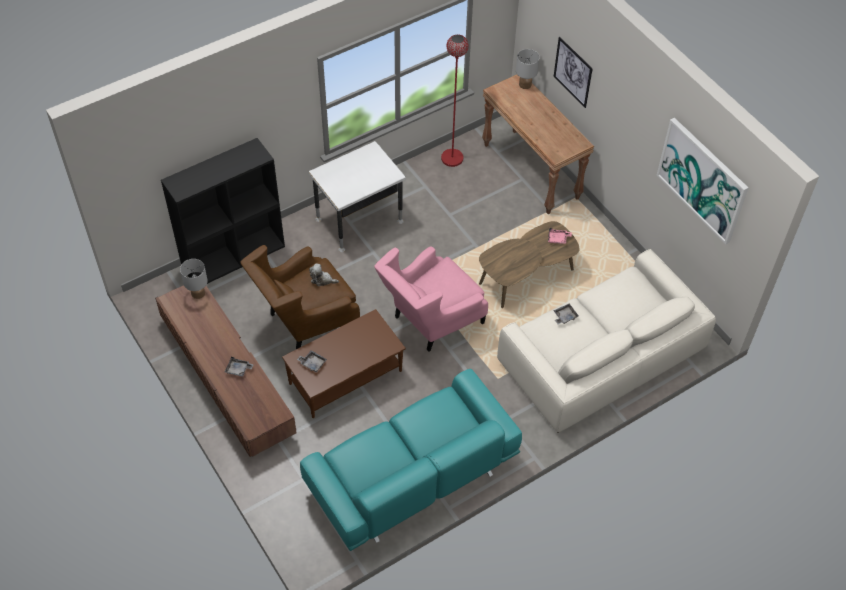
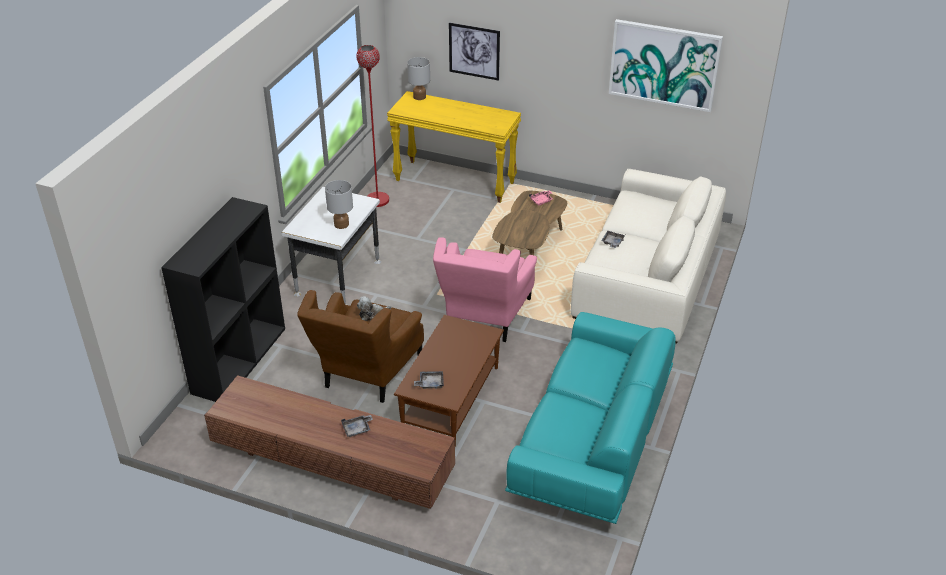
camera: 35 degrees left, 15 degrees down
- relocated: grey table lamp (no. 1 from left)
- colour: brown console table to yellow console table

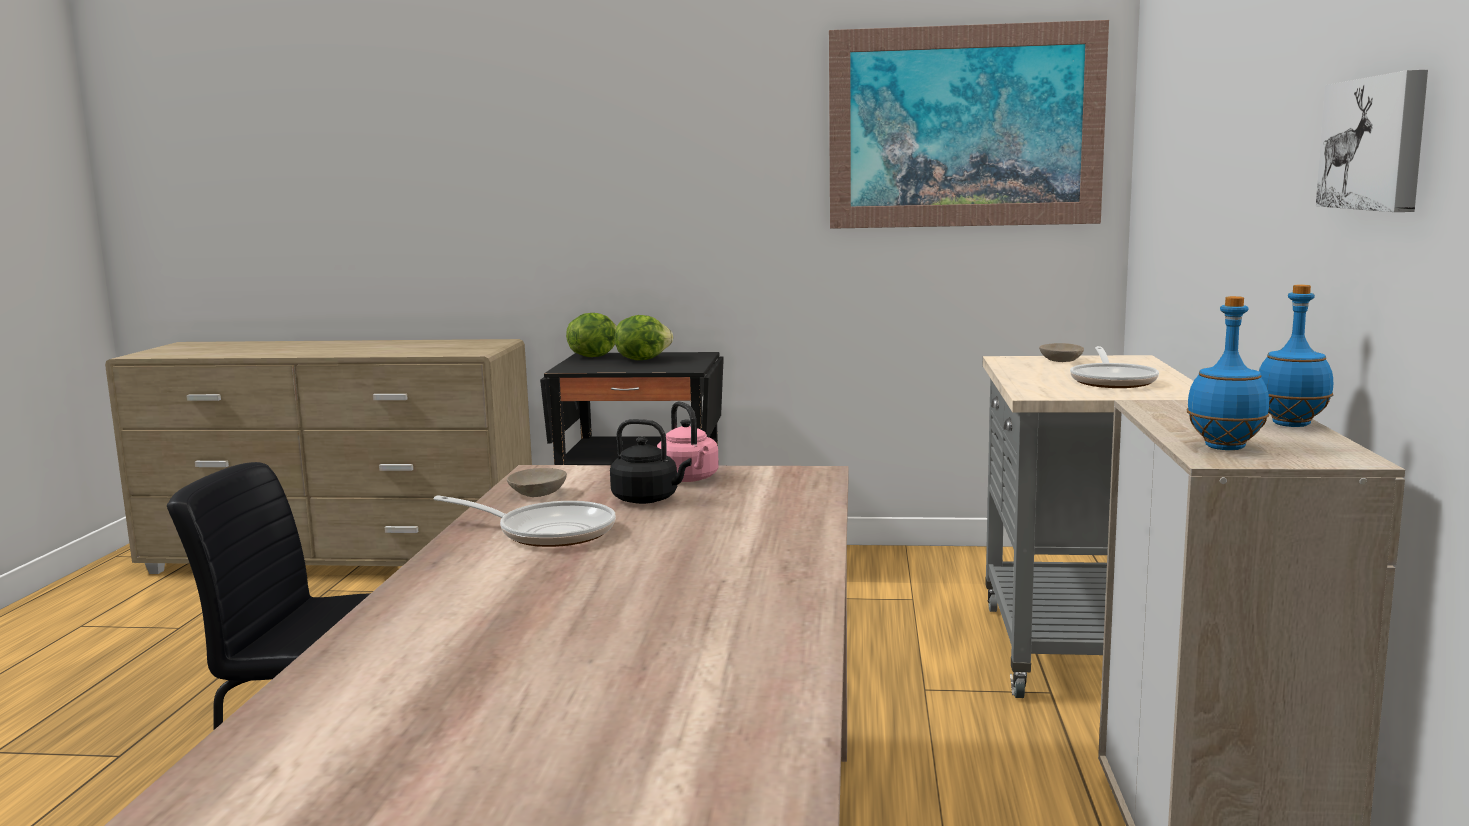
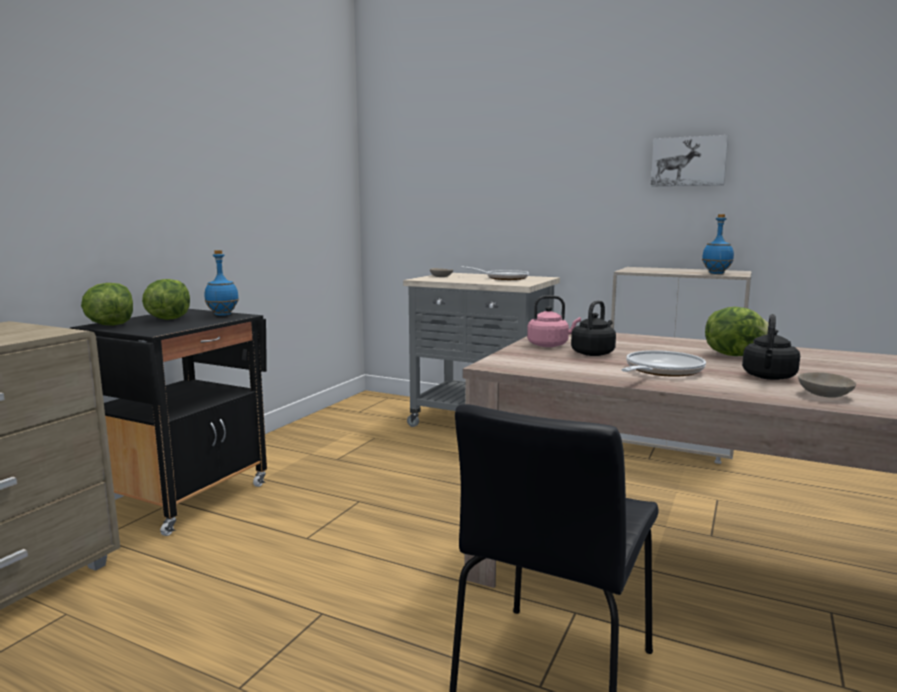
camera: 70 degrees left, 0 degrees up
- relocated: blue bottle (no. 2 from left in the first image) to blue bottle (no. 1 from left)
- appeared: lettuce (no. 3 from left)
- appeared: black kettle (no. 2 from left)
- relocated: beige bowl (no. 1 from left in the first image) to beige bowl (no. 2 from left)
- missing: picture (no. 1 from left)

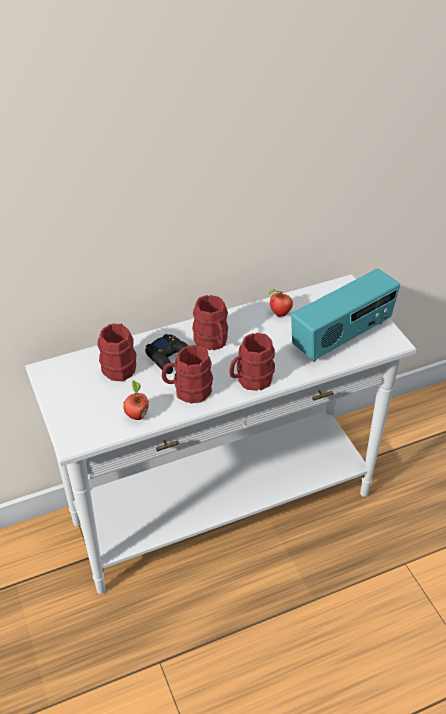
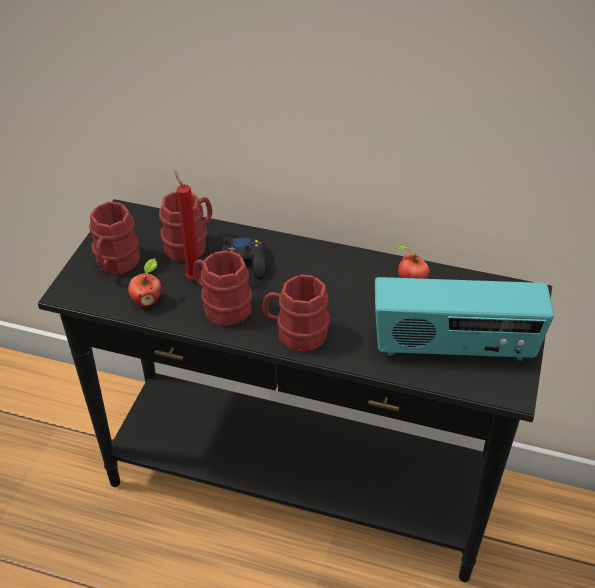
camera: 40 degrees right, 0 degrees up
- colour: white console table to black console table
- relocated: red mug (no. 3 from left in the first image) to red mug (no. 1 from left)
- appeared: red candle

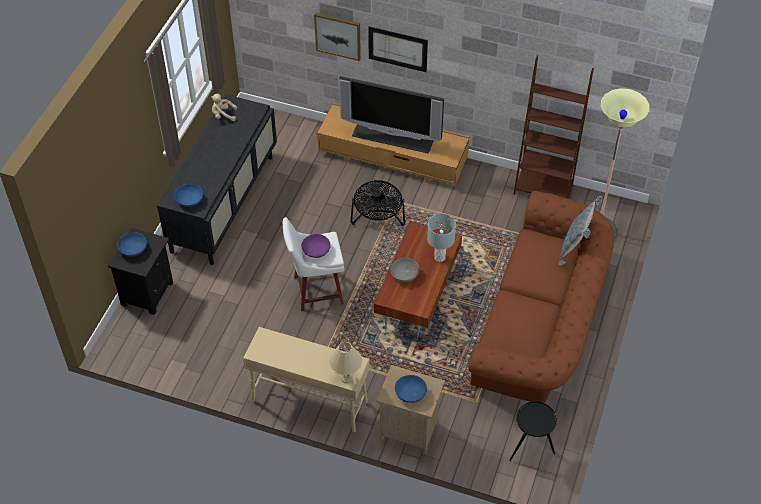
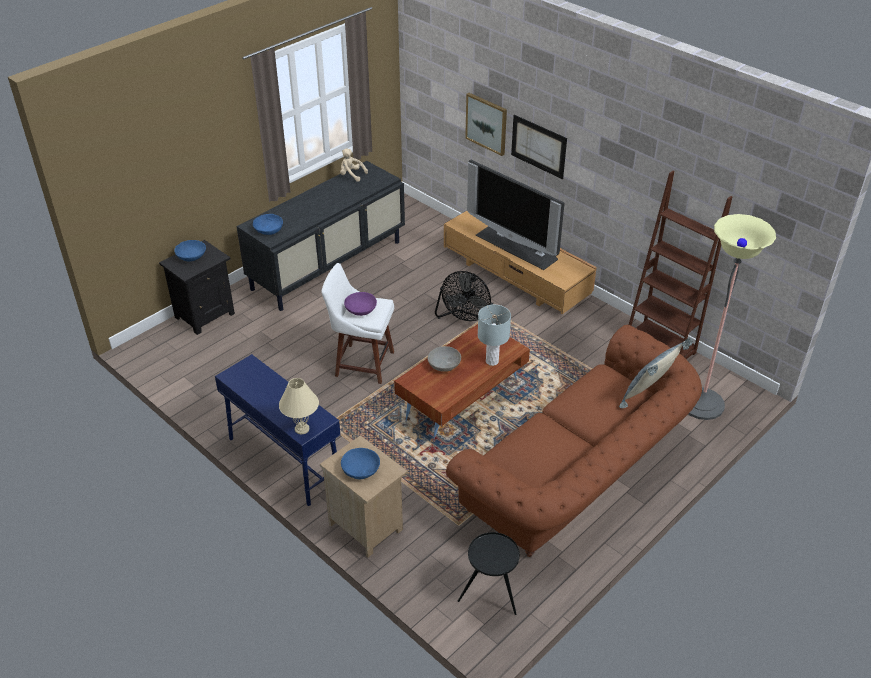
camera: 25 degrees right, 10 degrees down
- colour: beige console table to blue console table

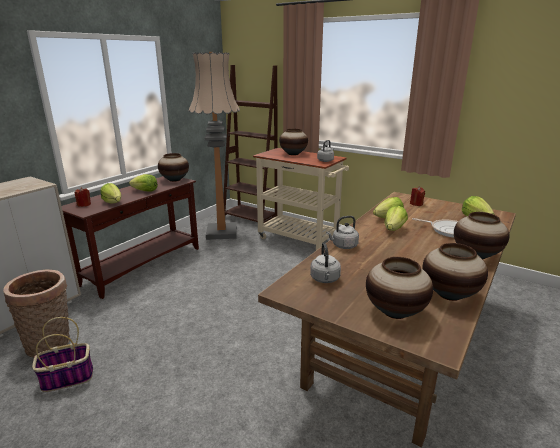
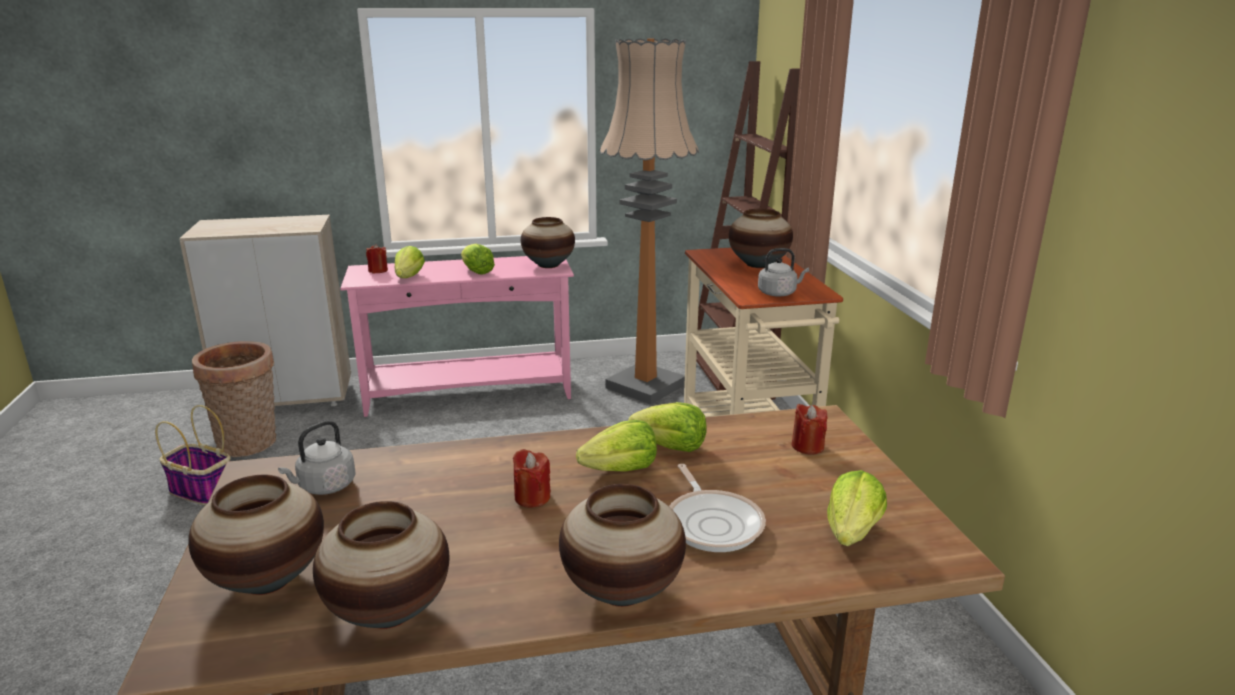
camera: 45 degrees right, 0 degrees up
- colour: brown console table to pink console table
- appeared: red candle (no. 2 from left)
- missing: grey kettle (no. 3 from left)

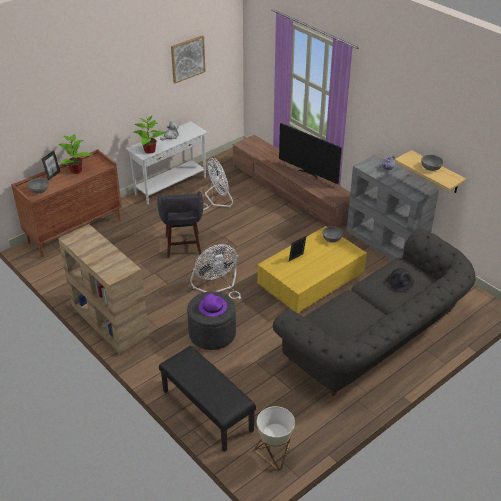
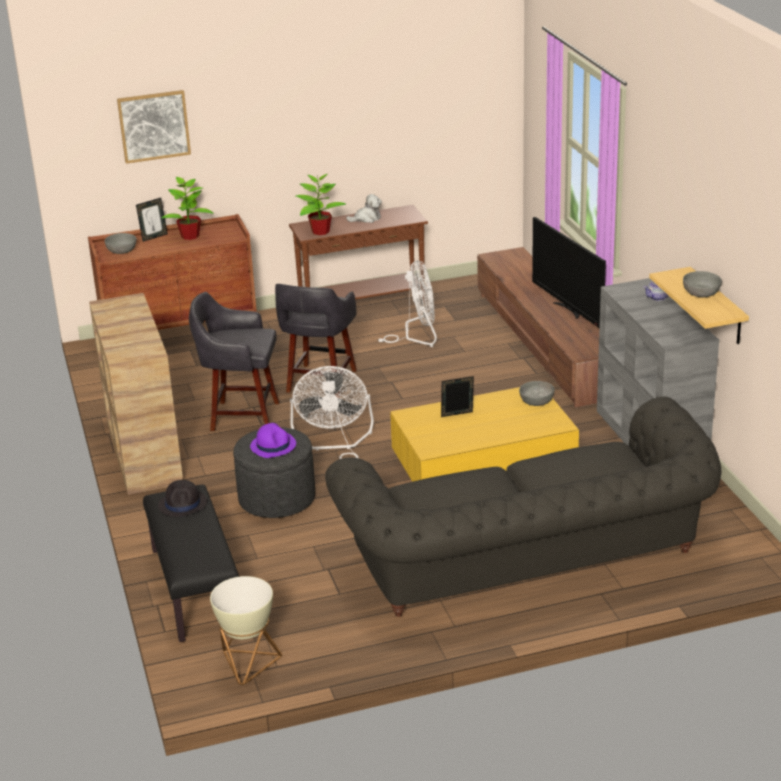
camera: 25 degrees right, 10 degrees down
- relocated: picture
- relocated: black hat
- appeared: grey stool (no. 1 from left)
- colour: white console table to brown console table

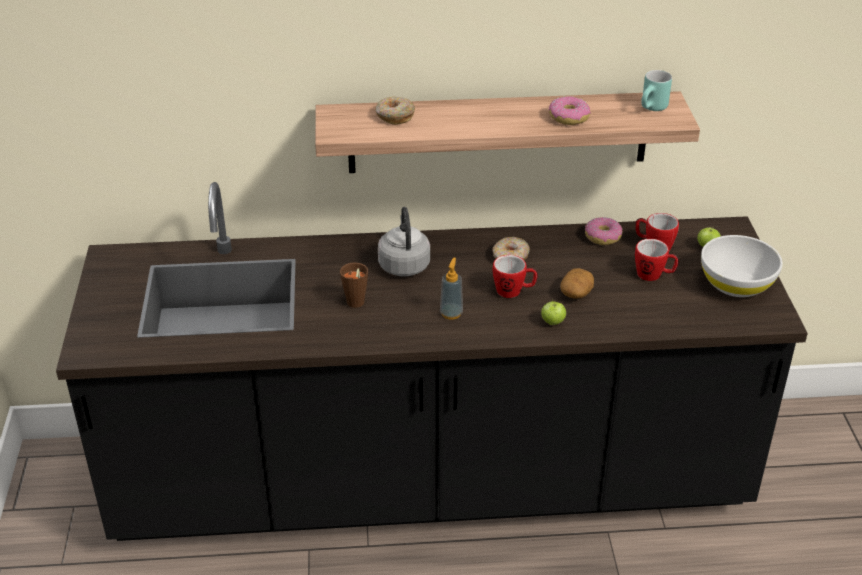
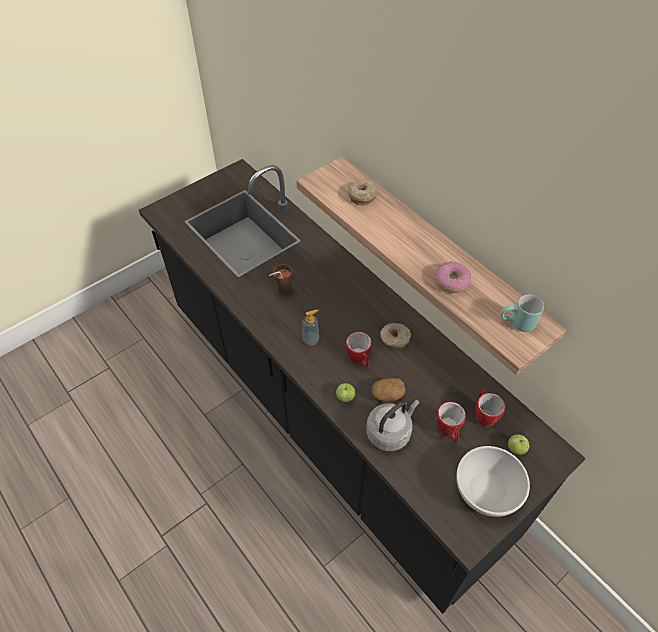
camera: 55 degrees right, 15 degrees up
- relocated: grey kettle
- missing: donut (no. 4 from left)

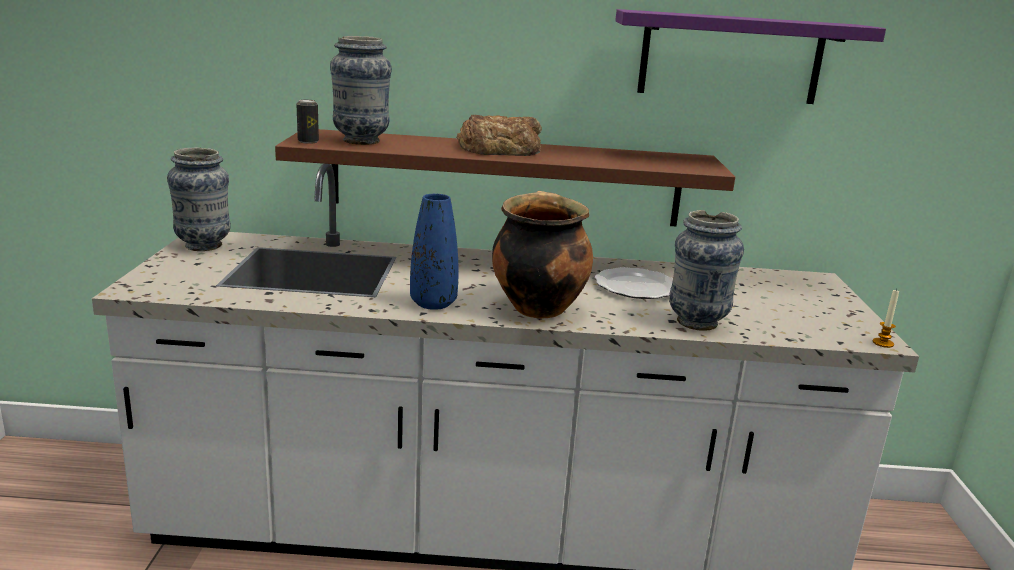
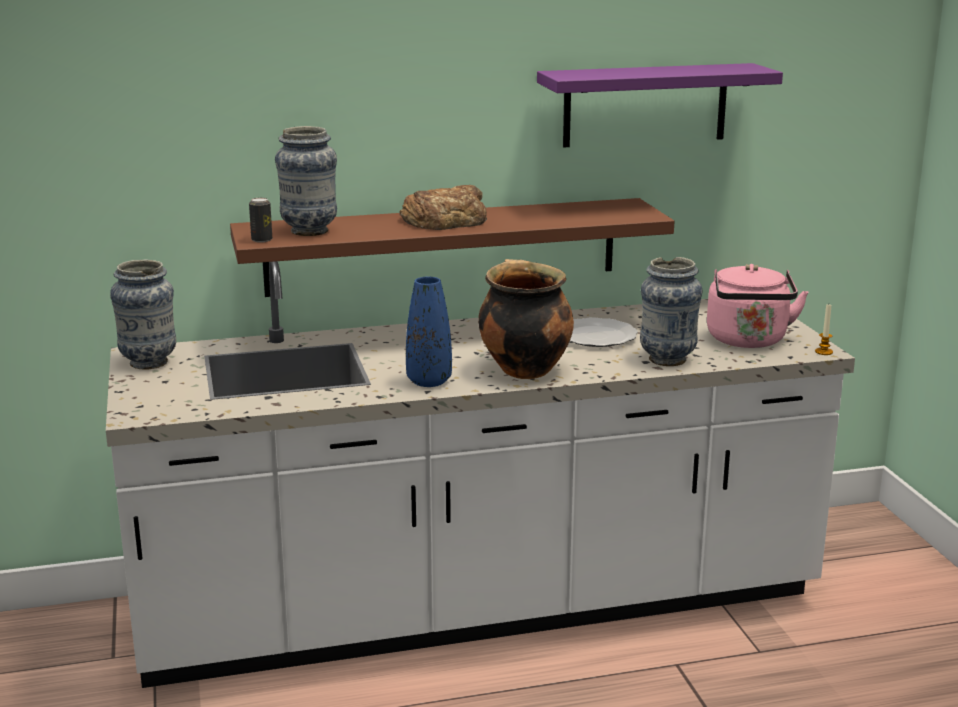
camera: 15 degrees left, 0 degrees up
- appeared: pink kettle

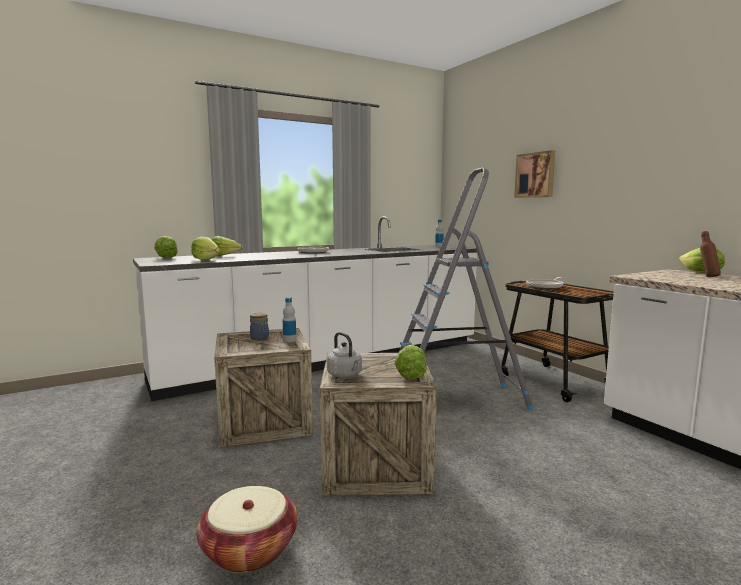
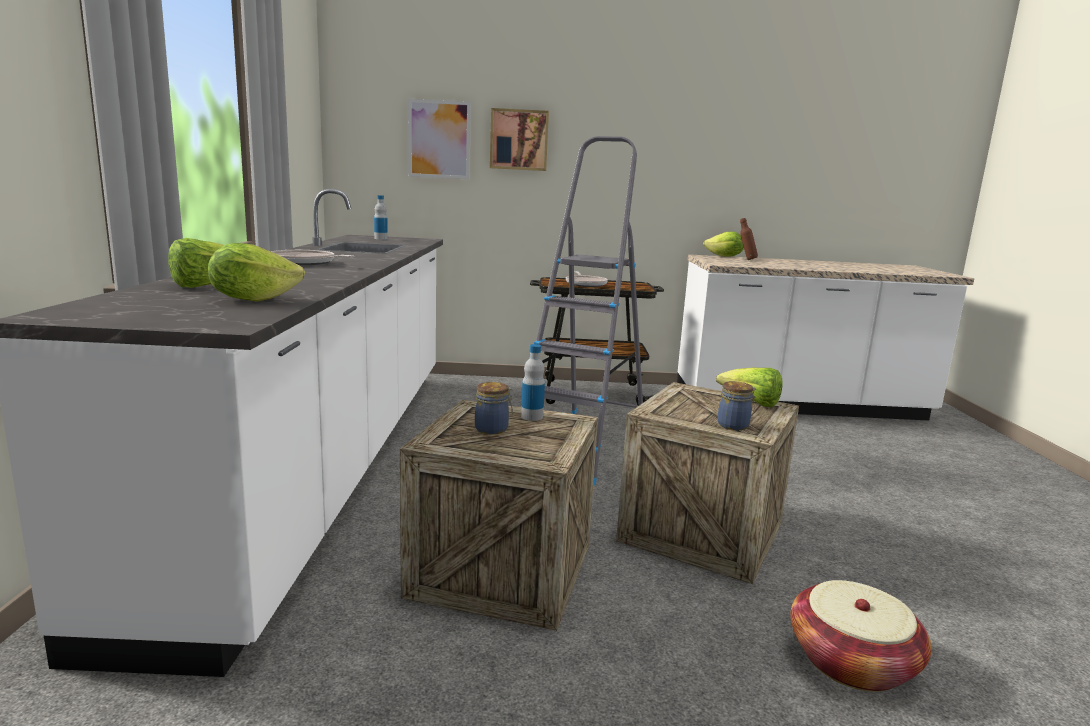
camera: 60 degrees left, 5 degrees up
- appeared: picture (no. 1 from left)
- exchanged: grey kettle to jar (no. 2 from left)
- missing: lettuce (no. 1 from left)

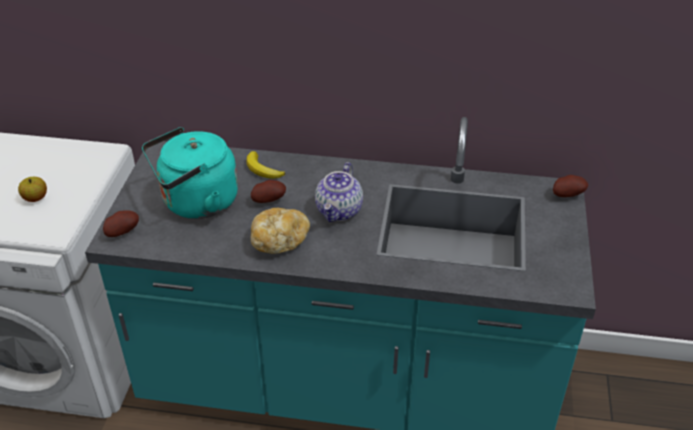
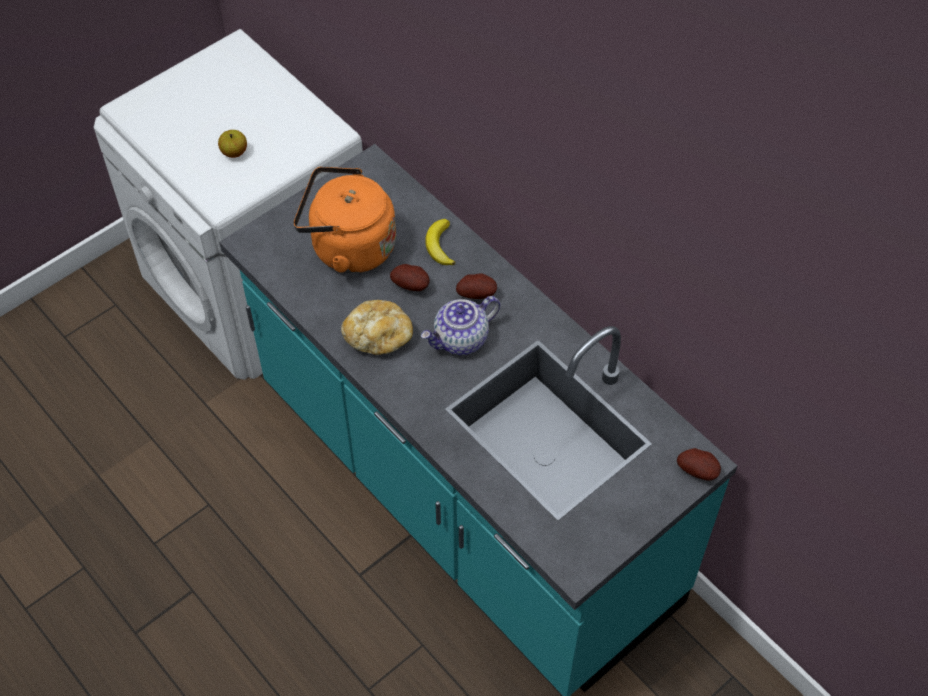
camera: 40 degrees right, 15 degrees up
- colour: turquoise kettle to orange kettle
- relocated: potato (no. 1 from left in the first image) to potato (no. 2 from left)

